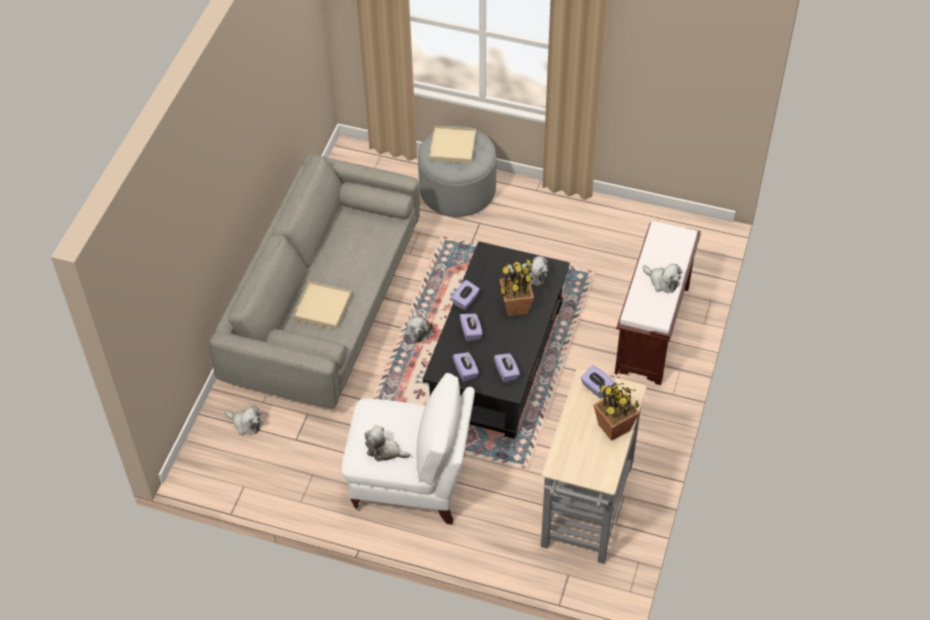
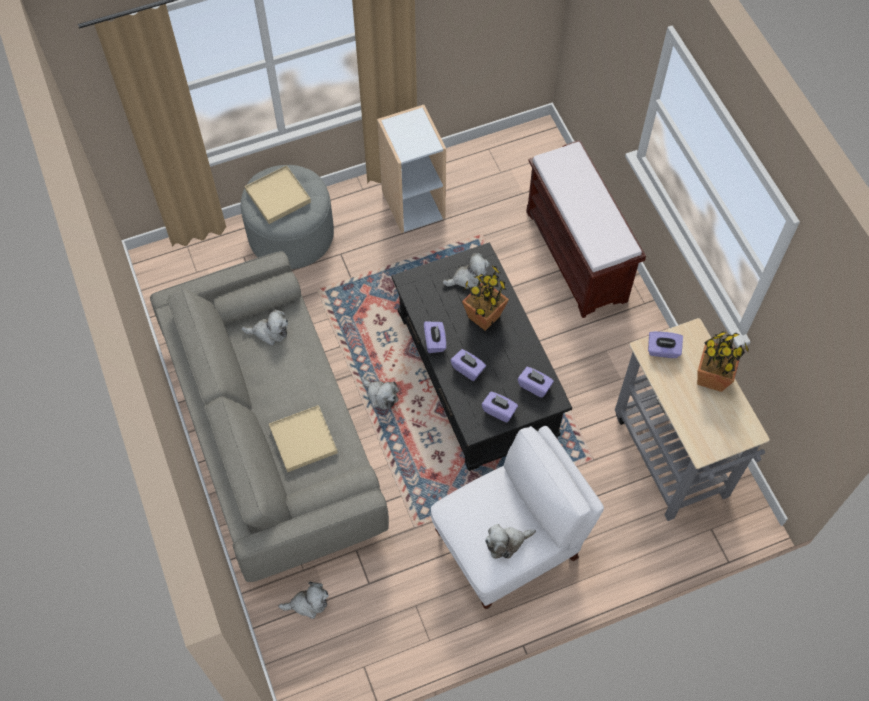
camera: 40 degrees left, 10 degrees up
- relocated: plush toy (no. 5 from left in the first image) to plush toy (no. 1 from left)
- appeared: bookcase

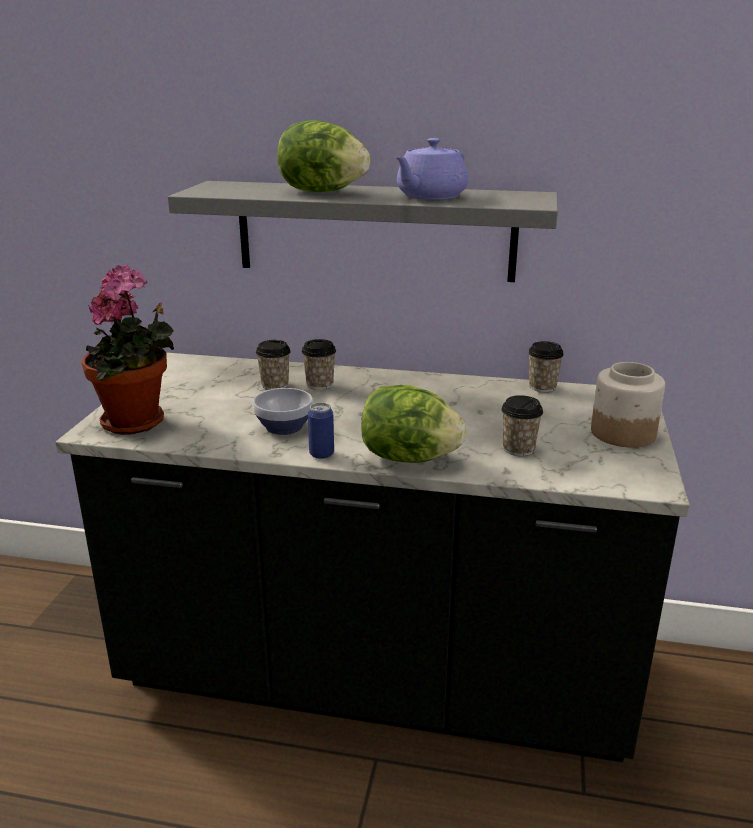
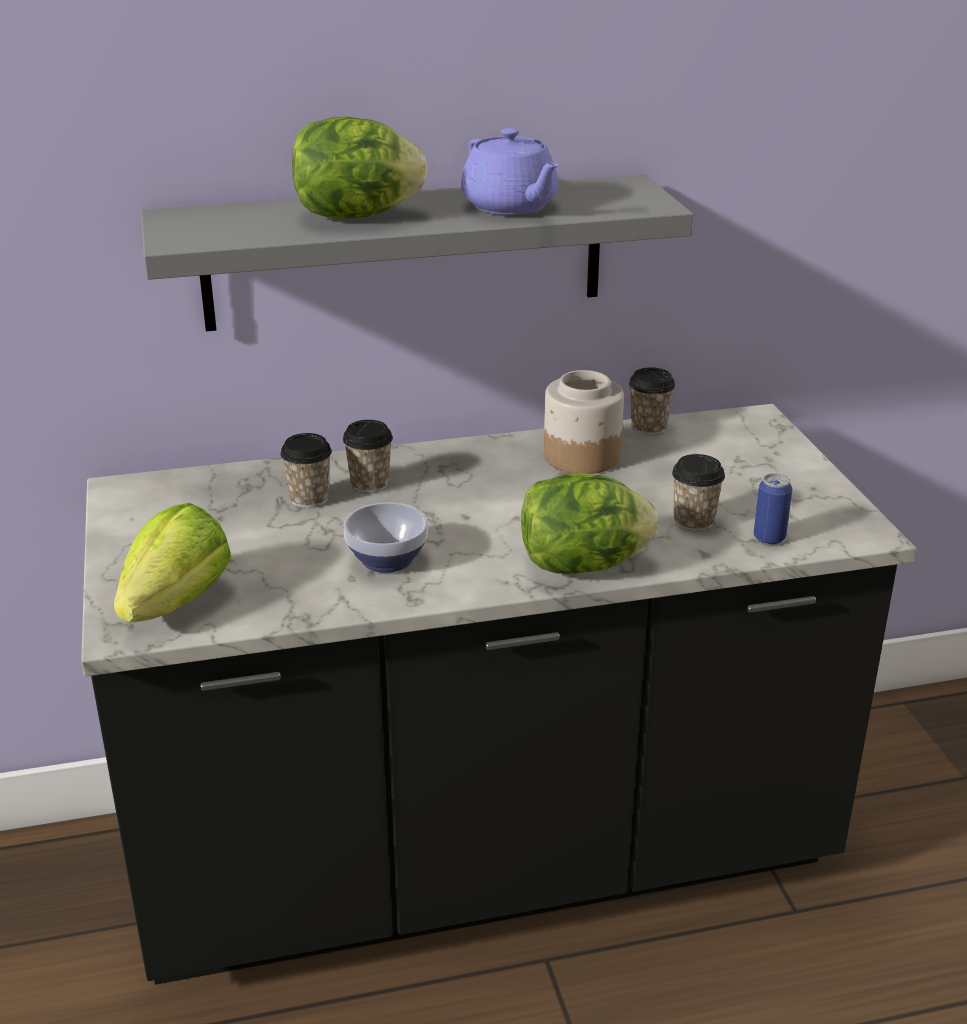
camera: 25 degrees left, 5 degrees up
- exchanged: potted plant to lettuce (no. 1 from left)
- spun: purple teapot 45 degrees counterclockwise
- relocated: jar
- relocated: can

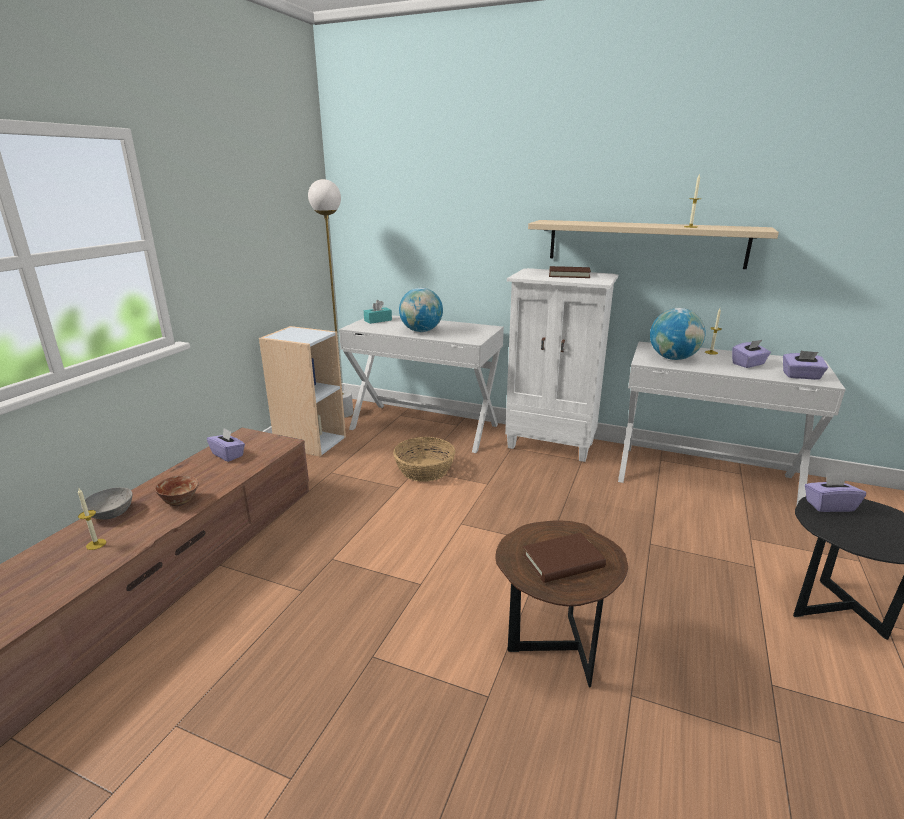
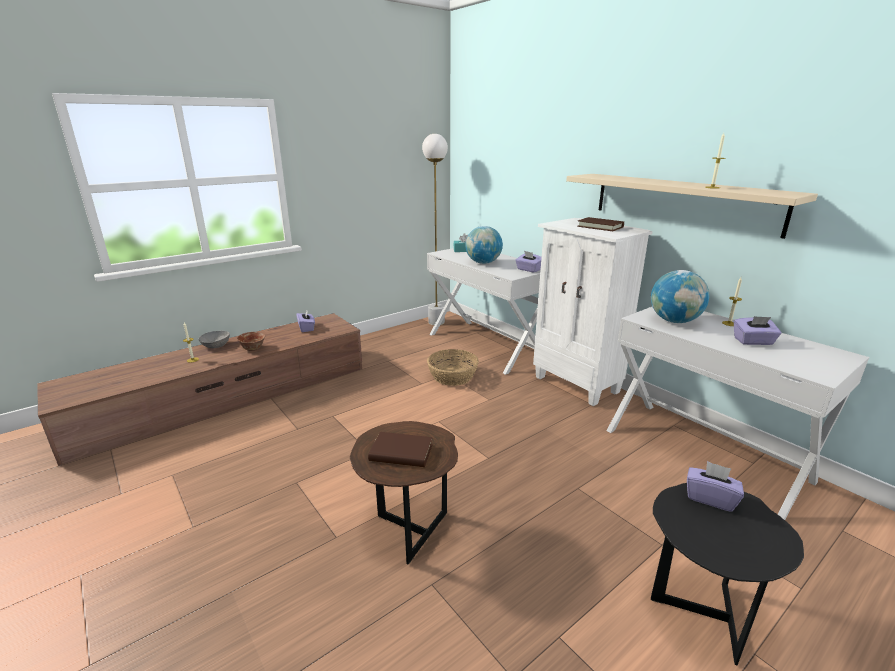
camera: 30 degrees right, 0 degrees up
- relocated: purple tissue box (no. 3 from left in the first image) to purple tissue box (no. 2 from left)
- missing: bookcase

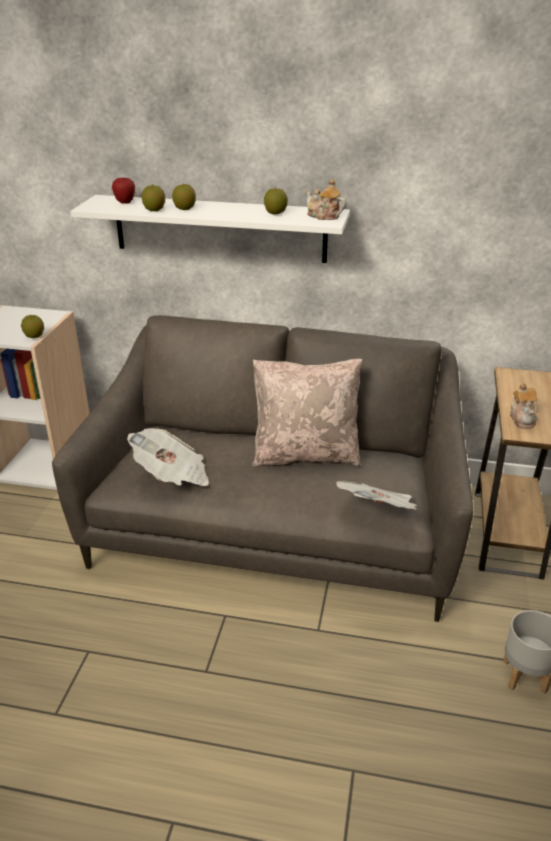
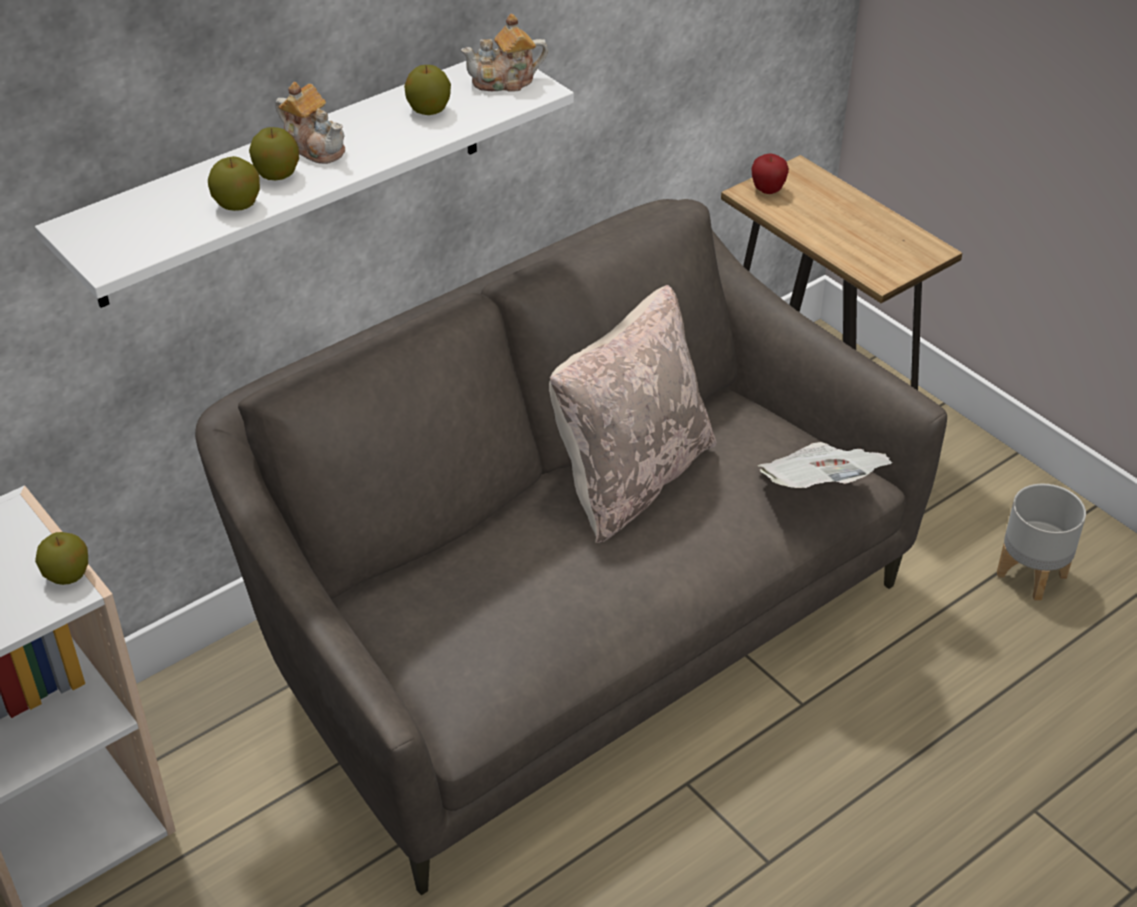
camera: 50 degrees left, 10 degrees up
- relocated: teapot (no. 2 from left in the first image) to teapot (no. 1 from left)
- relocated: apple (no. 2 from left in the first image) to apple (no. 5 from left)
- missing: newspaper (no. 1 from left)

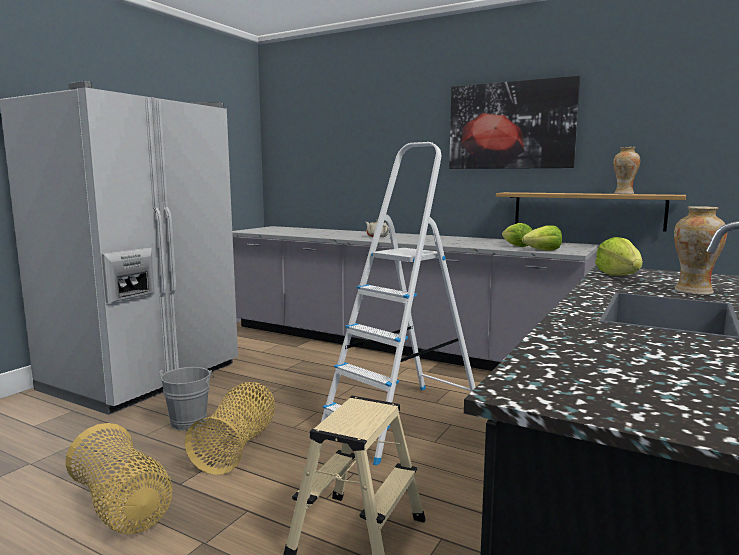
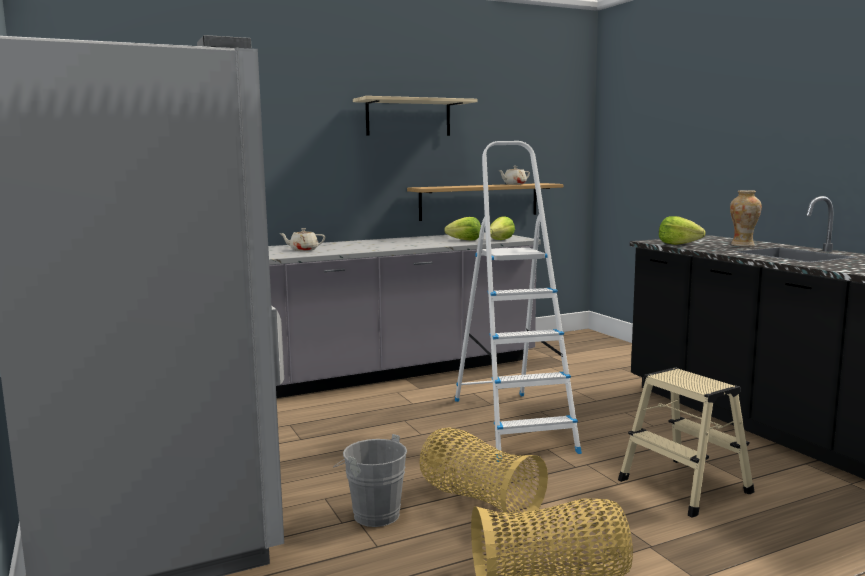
camera: 55 degrees left, 0 degrees up
- exchanged: picture to shelf (no. 1 from left)
- exchanged: vase (no. 1 from left) to beige teapot (no. 2 from left)

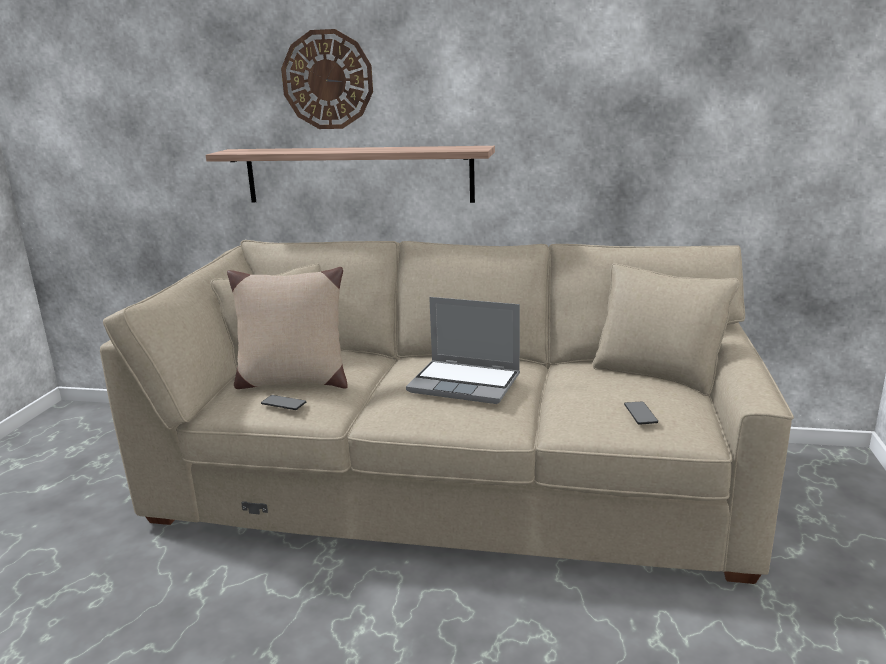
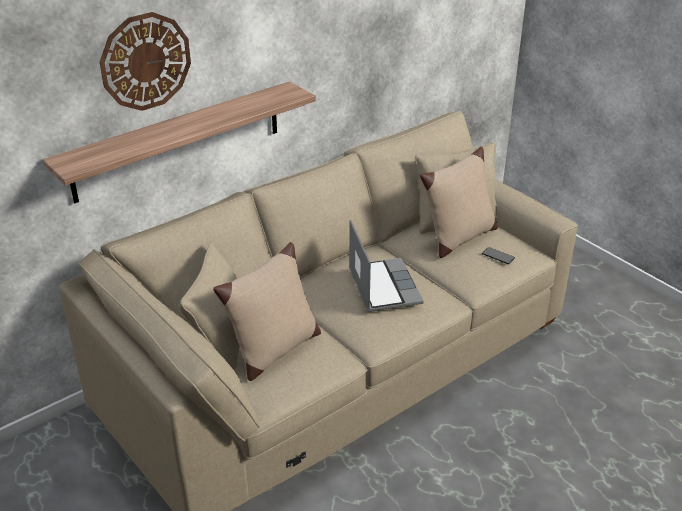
camera: 50 degrees left, 15 degrees up
- spun: laptop 75 degrees counterclockwise
- appeared: beige pillow (no. 2 from left)
- missing: phone (no. 1 from left)

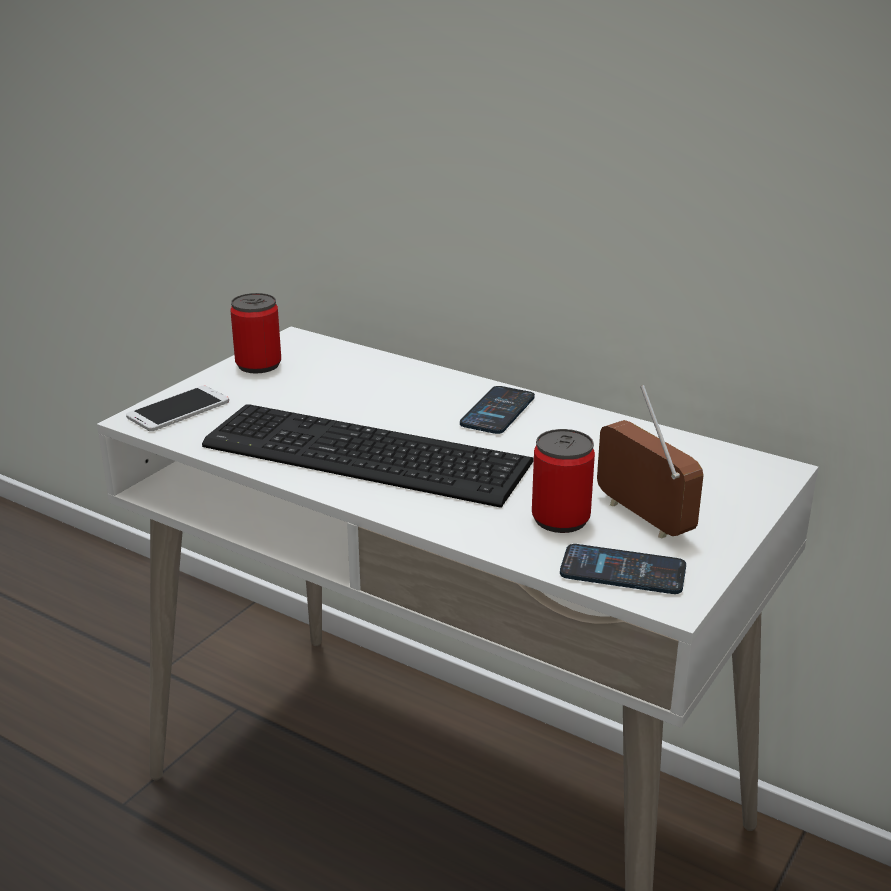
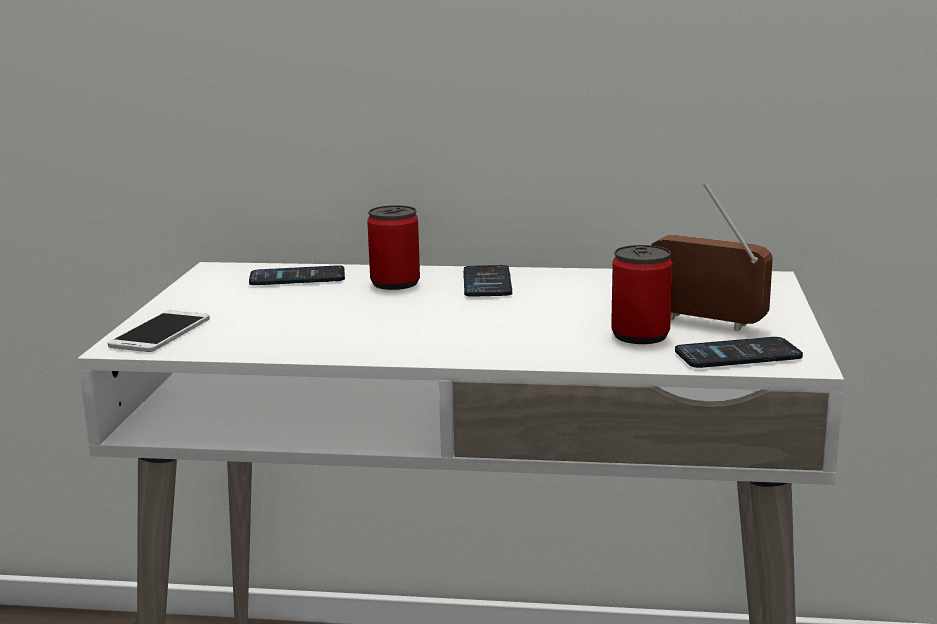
camera: 25 degrees left, 10 degrees down
- appeared: phone (no. 2 from left)
- relocated: can (no. 1 from left)
- missing: keyboard

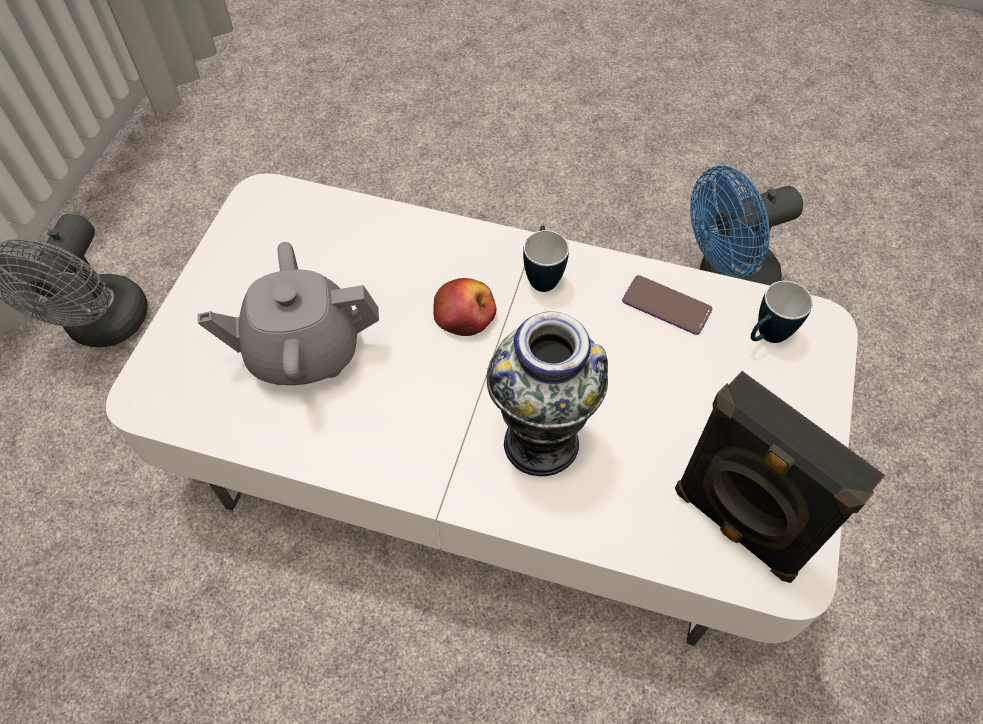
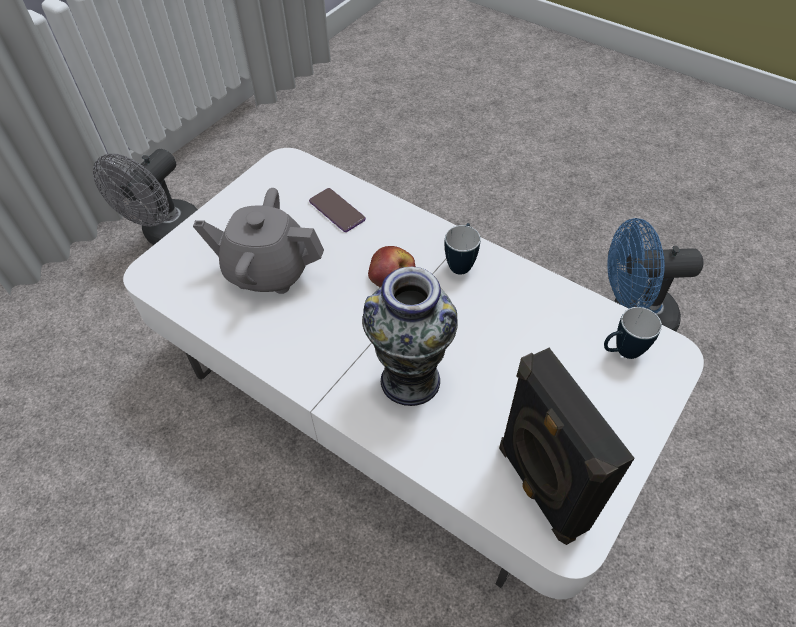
camera: 20 degrees right, 5 degrees down
- relocated: phone

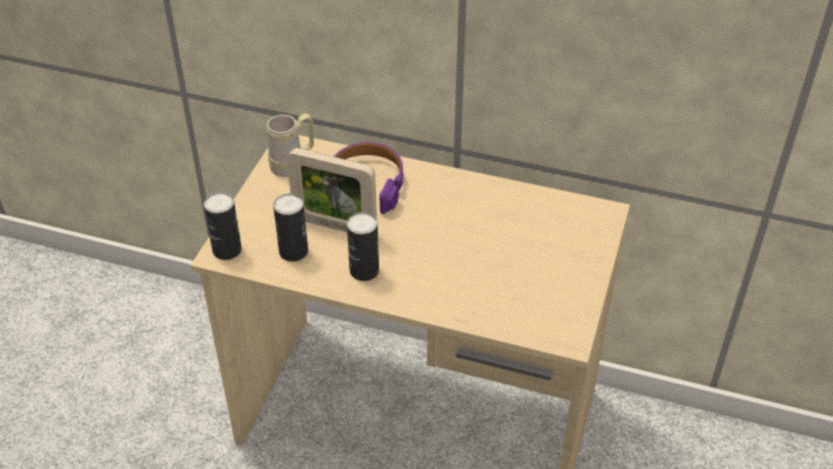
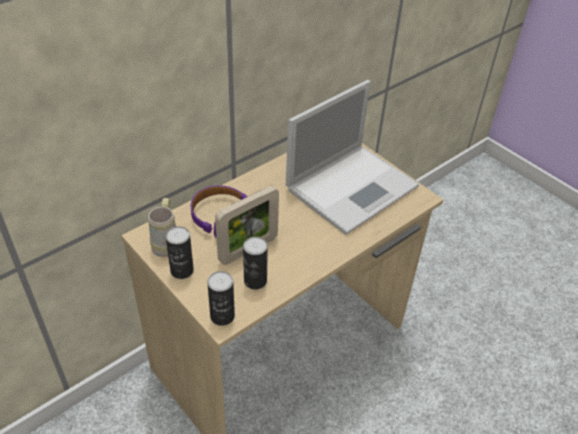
camera: 60 degrees left, 0 degrees up
- relocated: can (no. 3 from left in the first image) to can (no. 1 from left)
- appeared: laptop

